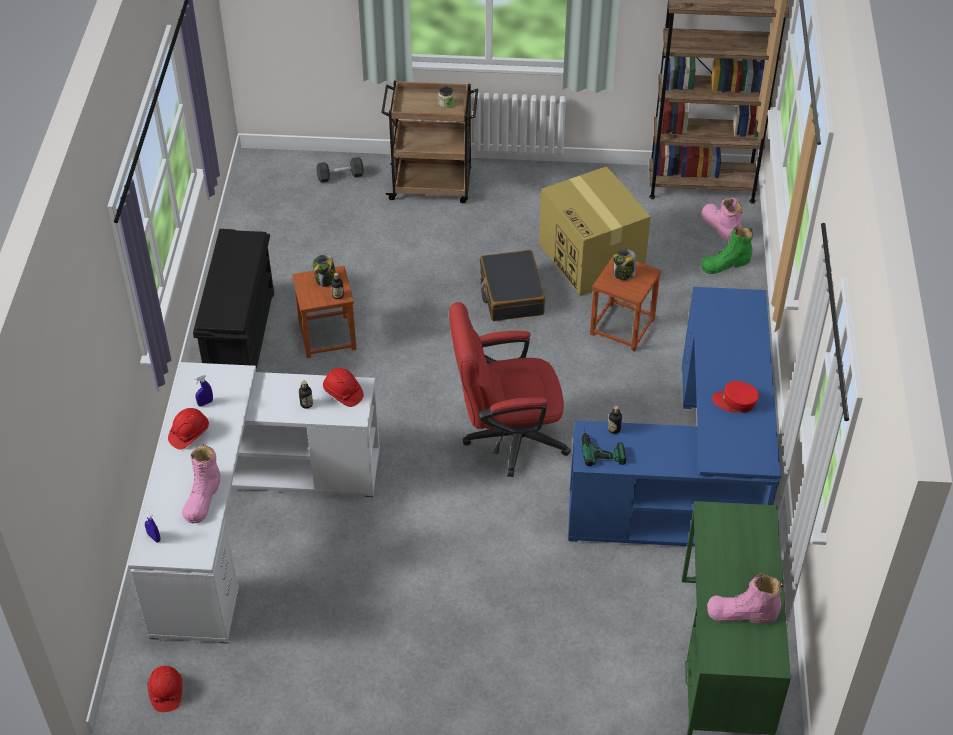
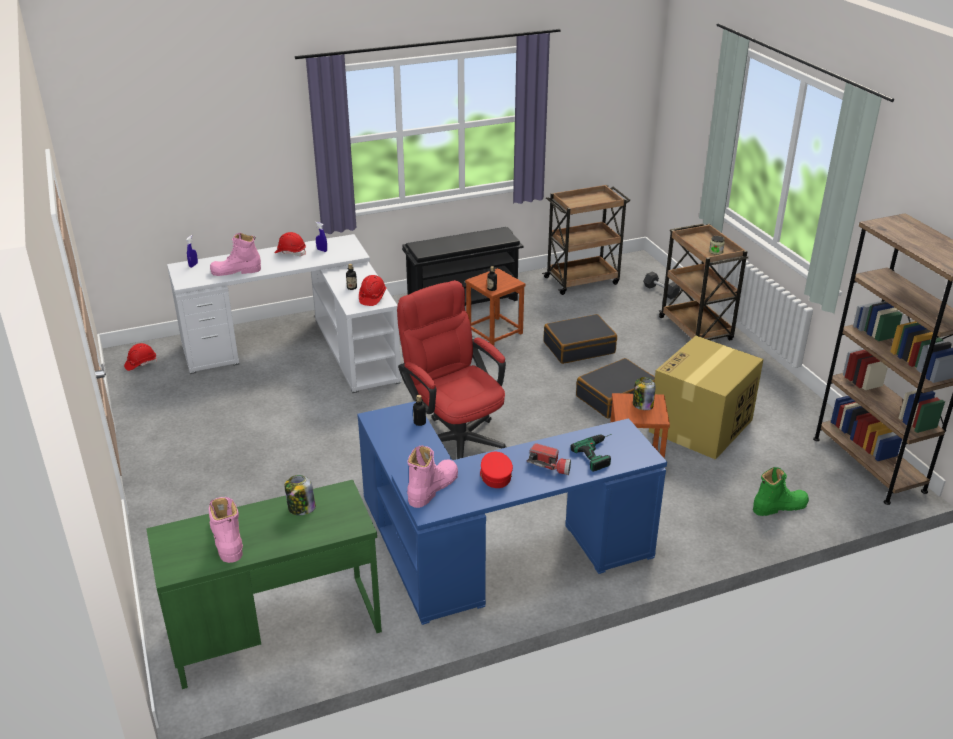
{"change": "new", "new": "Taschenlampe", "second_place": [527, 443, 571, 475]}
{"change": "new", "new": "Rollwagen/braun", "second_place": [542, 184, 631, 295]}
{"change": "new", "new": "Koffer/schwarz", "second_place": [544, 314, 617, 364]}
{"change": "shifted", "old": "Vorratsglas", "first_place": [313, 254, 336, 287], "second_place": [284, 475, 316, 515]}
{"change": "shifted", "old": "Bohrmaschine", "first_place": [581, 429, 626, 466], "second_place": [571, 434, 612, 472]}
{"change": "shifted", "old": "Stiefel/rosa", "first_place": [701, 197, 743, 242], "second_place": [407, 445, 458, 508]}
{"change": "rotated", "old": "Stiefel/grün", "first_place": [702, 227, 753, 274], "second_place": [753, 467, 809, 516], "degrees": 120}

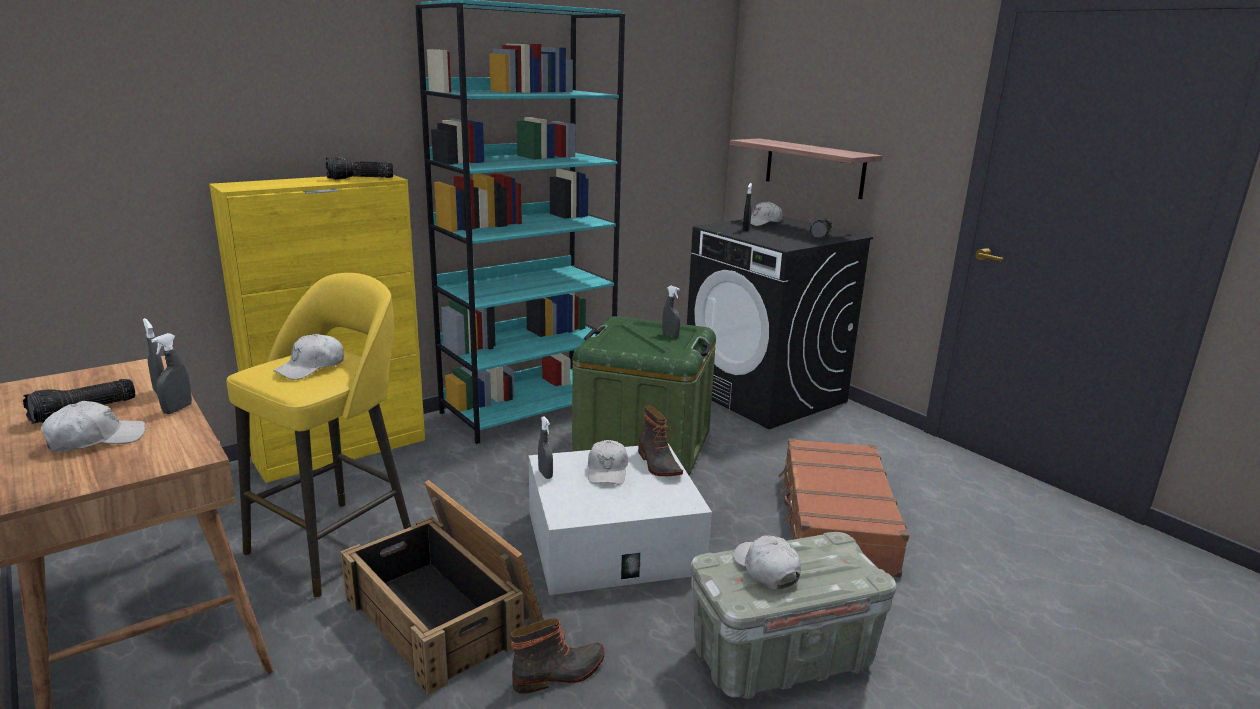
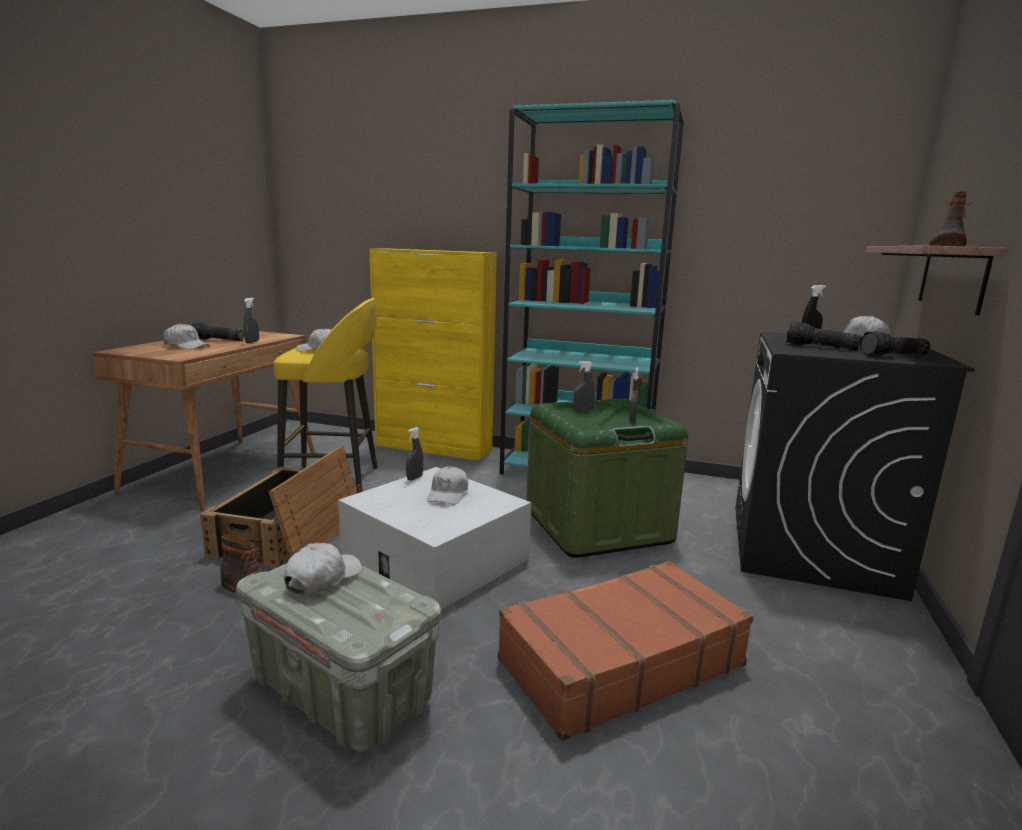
{"change": "shifted", "old": "Sprühflasche/grau", "first_place": [151, 333, 192, 414], "second_place": [573, 361, 595, 411]}
{"change": "shifted", "old": "Taschenlampe", "first_place": [326, 156, 393, 180], "second_place": [786, 322, 861, 350]}
{"change": "shifted", "old": "Stiefel", "first_place": [638, 405, 683, 476], "second_place": [929, 192, 972, 247]}
{"change": "rotated", "old": "Kappe/weiß", "first_place": [588, 440, 628, 485], "second_place": [427, 466, 468, 505], "degrees": -45}

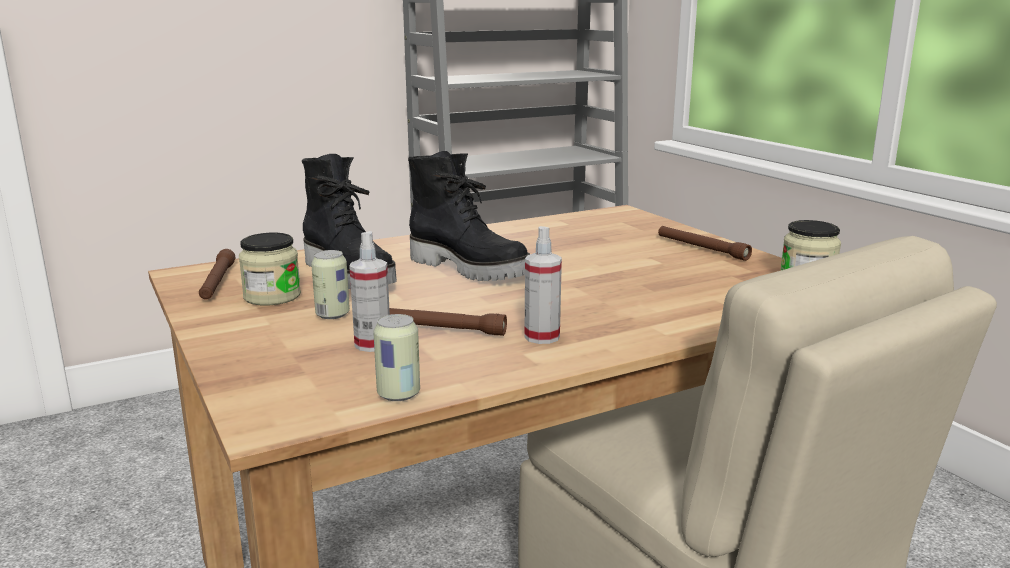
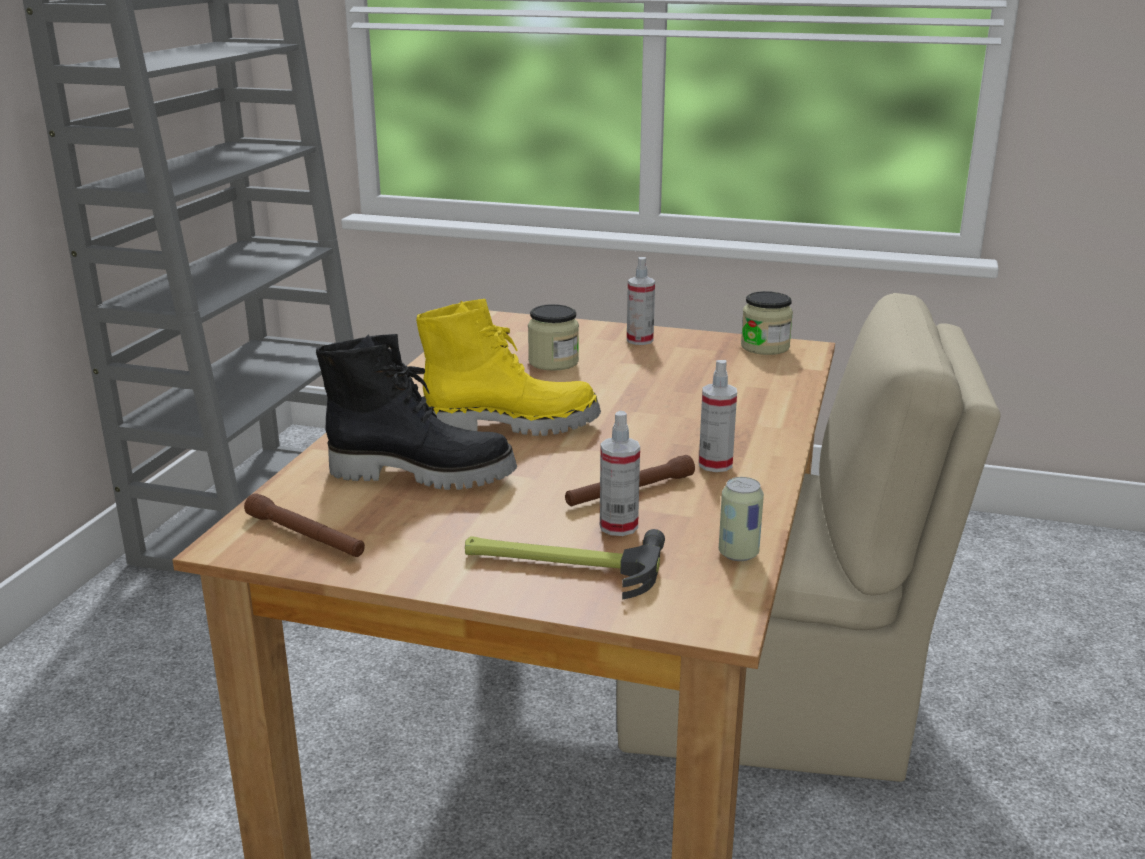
{"change": "gone", "old": "Dose", "first_place": [311, 250, 350, 319]}
{"change": "new", "new": "Hammer", "second_place": [465, 529, 665, 599]}
{"change": "shifted", "old": "Vorratsglas", "first_place": [239, 233, 301, 305], "second_place": [528, 304, 579, 371]}
{"change": "swapped", "old": "Taschenlampe/braun", "new": "Sprühflasche", "first_place": [658, 226, 752, 261], "second_place": [627, 257, 655, 345]}
{"change": "repainted", "old": "Stiefel/schwarz", "new": "Stiefel/gelb", "first_place": [408, 151, 530, 281], "second_place": [416, 299, 601, 436]}

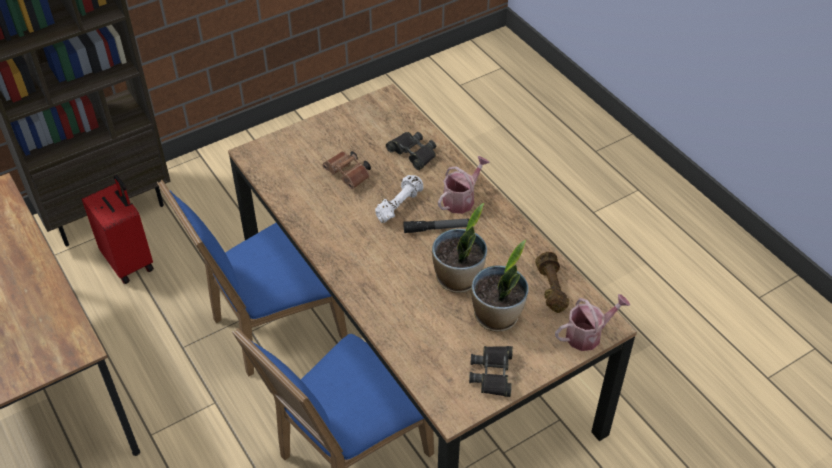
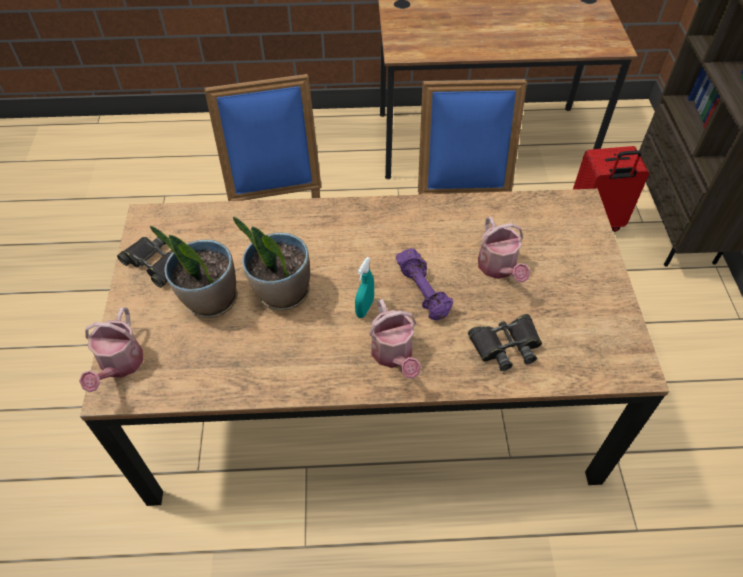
{"change": "gone", "old": "Hantel/braun", "first_place": [535, 252, 569, 313]}
{"change": "swapped", "old": "Fernglas/braun", "new": "Gießkanne", "first_place": [322, 151, 371, 189], "second_place": [478, 217, 530, 283]}
{"change": "swapped", "old": "Taschenlampe", "new": "Sprühflasche/türkis", "first_place": [403, 218, 470, 233], "second_place": [355, 257, 374, 318]}
{"change": "repainted", "old": "Hantel/weiß", "new": "Hantel/lila", "first_place": [375, 175, 423, 223], "second_place": [396, 248, 454, 320]}

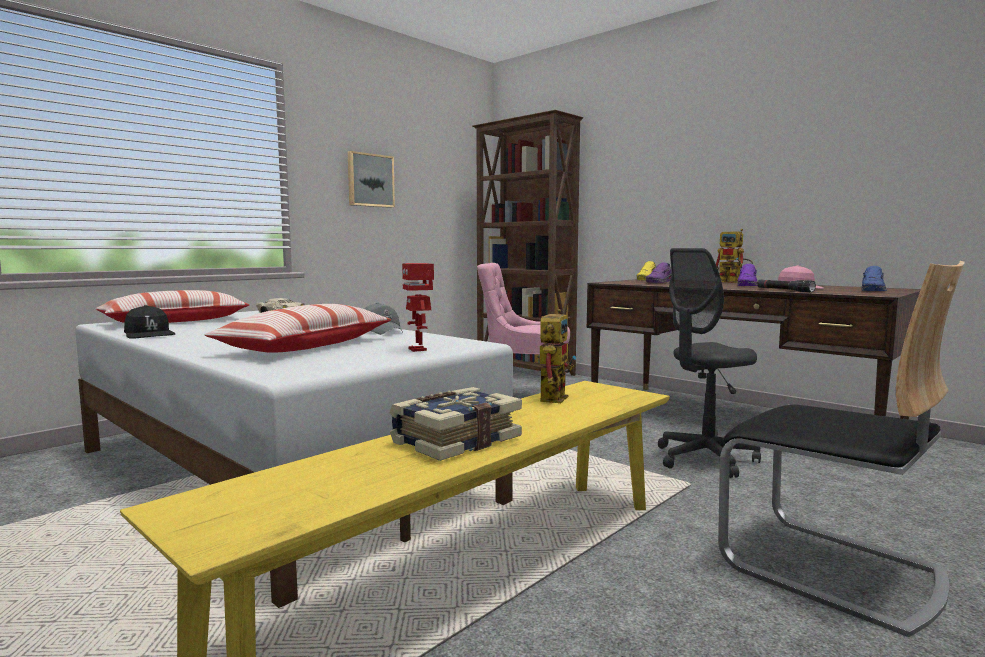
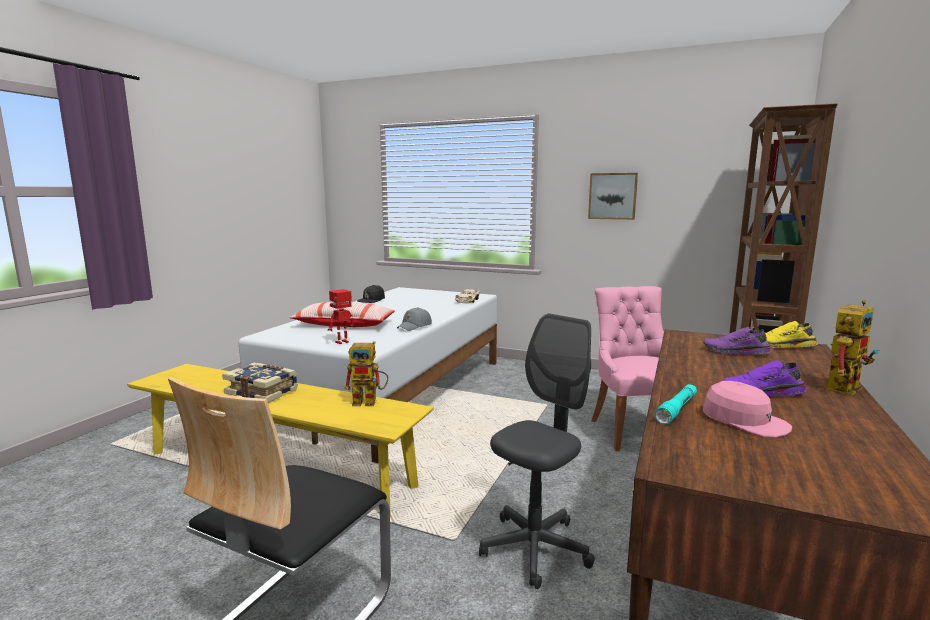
{"change": "gone", "old": "Kissen", "first_place": [96, 290, 249, 323]}
{"change": "gone", "old": "Schuh/blau", "first_place": [861, 266, 887, 291]}
{"change": "repainted", "old": "Taschenlampe/schwarz", "new": "Taschenlampe/türkis", "first_place": [757, 280, 816, 292], "second_place": [655, 384, 697, 424]}
{"change": "rotated", "old": "Bürostuhl/grau", "first_place": [658, 248, 761, 478], "second_place": [479, 313, 595, 589], "degrees": 90}
{"change": "rotated", "old": "Spielzeugroboter", "first_place": [716, 229, 753, 283], "second_place": [826, 300, 879, 396], "degrees": -150}

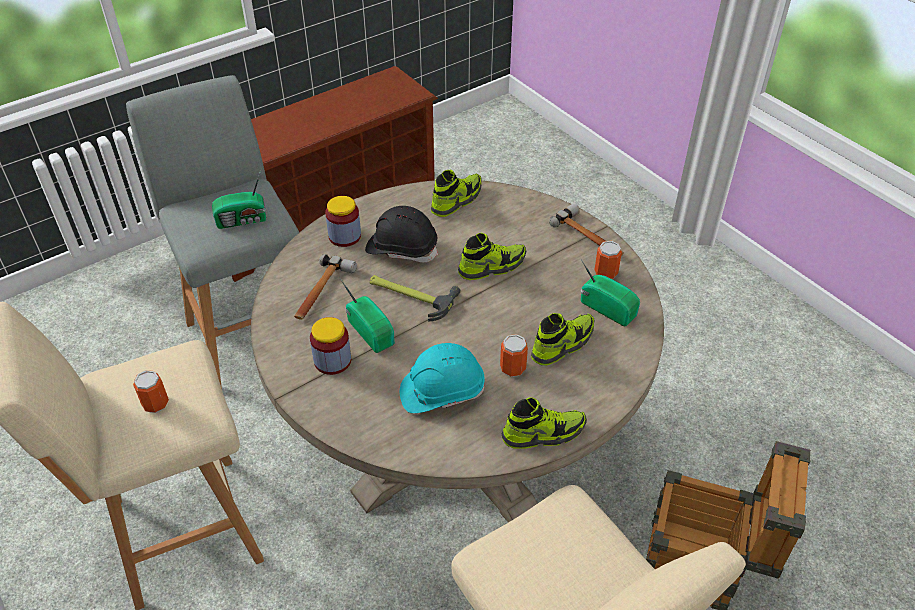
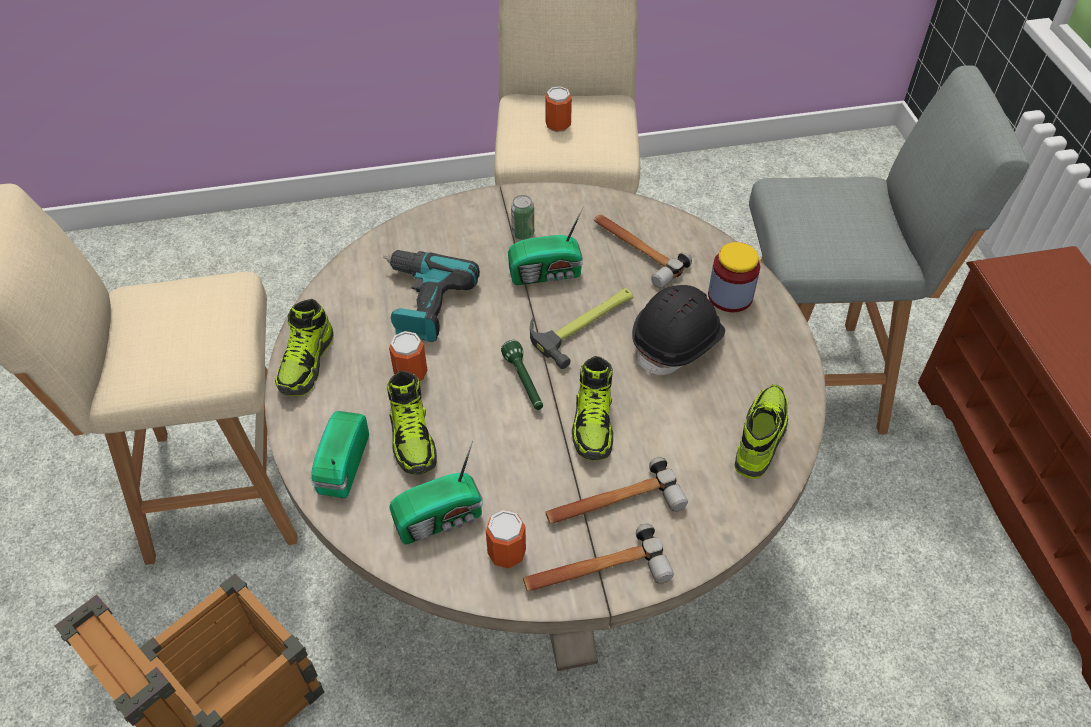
{"change": "new", "new": "Taschenlampe/grün", "second_place": [501, 340, 543, 410]}
{"change": "new", "new": "Hammer", "second_place": [545, 457, 688, 524]}
{"change": "shifted", "old": "Radio", "first_place": [212, 170, 266, 229], "second_place": [311, 411, 369, 498]}
{"change": "swapped", "old": "Vorratsglas", "new": "Dose", "first_place": [310, 317, 351, 375], "second_place": [511, 195, 534, 240]}
{"change": "swapped", "old": "Schutzhelm/türkis", "new": "Bohrmaschine", "first_place": [400, 343, 485, 413], "second_place": [383, 250, 480, 342]}
{"change": "rotated", "old": "Schuh", "first_place": [431, 170, 482, 217], "second_place": [734, 384, 788, 479], "degrees": -135}

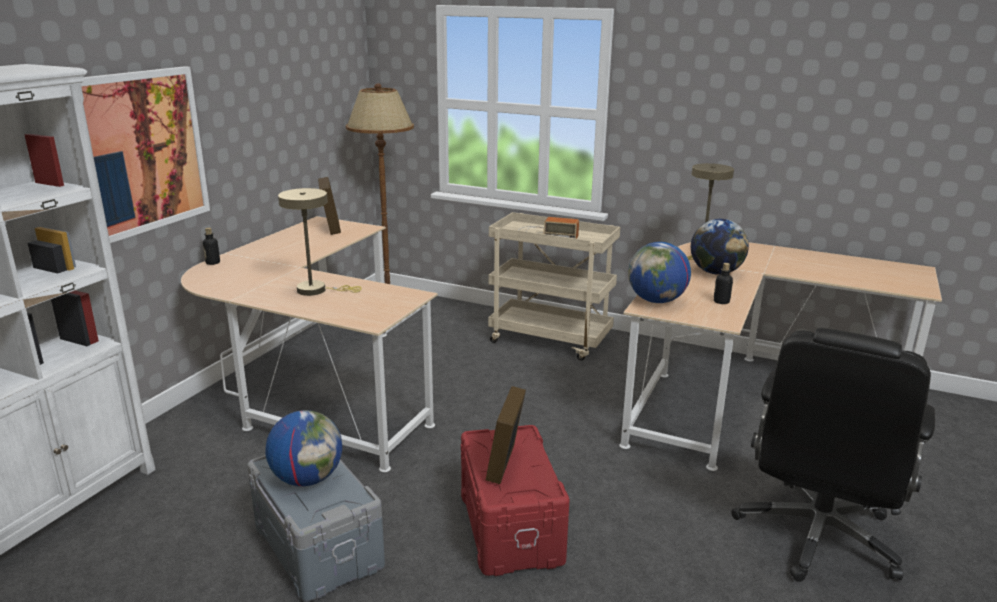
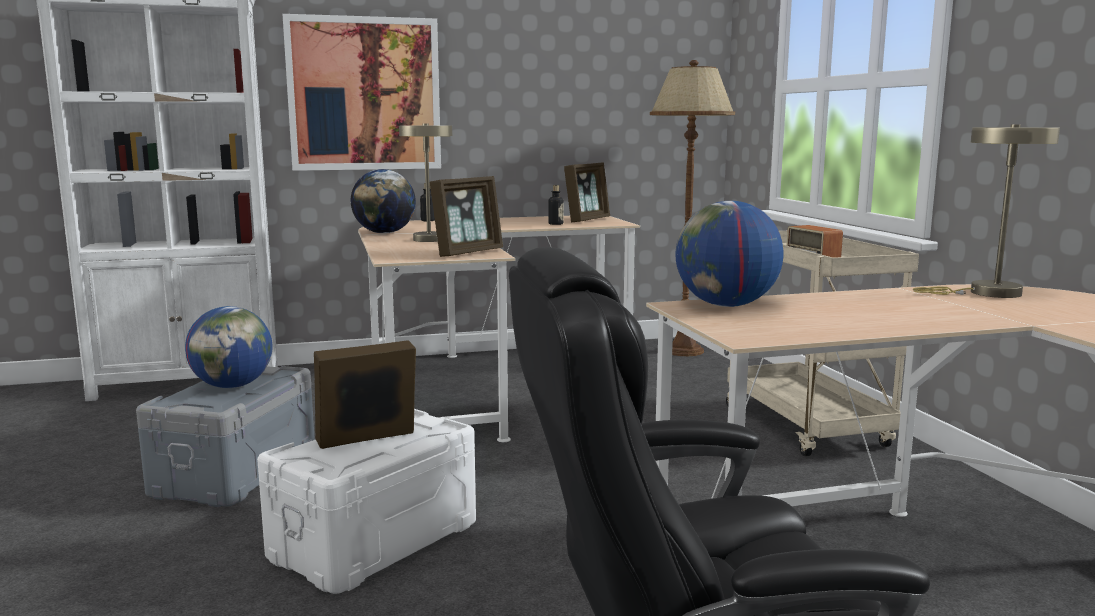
{"change": "new", "new": "Bilderrahmen", "second_place": [430, 176, 503, 257]}
{"change": "shifted", "old": "Globus", "first_place": [691, 219, 749, 275], "second_place": [351, 169, 416, 234]}
{"change": "shifted", "old": "Flasche", "first_place": [714, 263, 733, 304], "second_place": [548, 185, 564, 225]}
{"change": "repainted", "old": "Aufbewahrungsbox/rot", "new": "Aufbewahrungsbox/weiß", "first_place": [461, 425, 570, 576], "second_place": [257, 409, 476, 594]}

